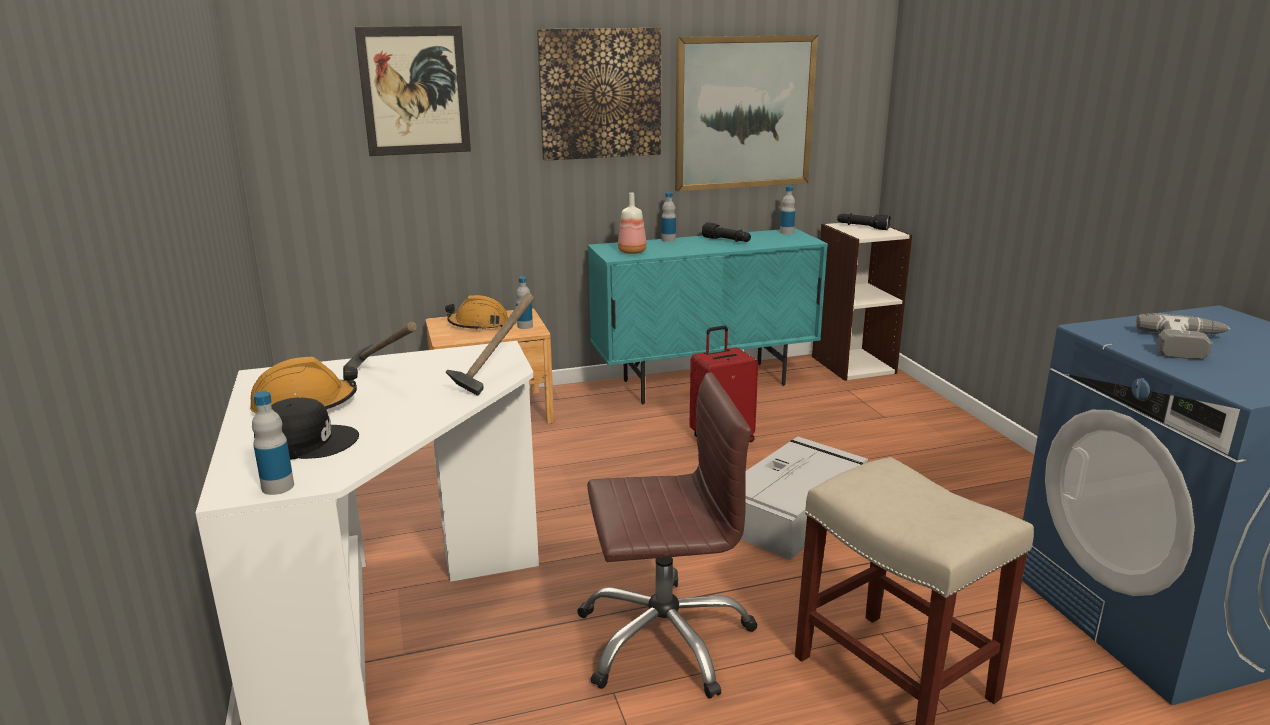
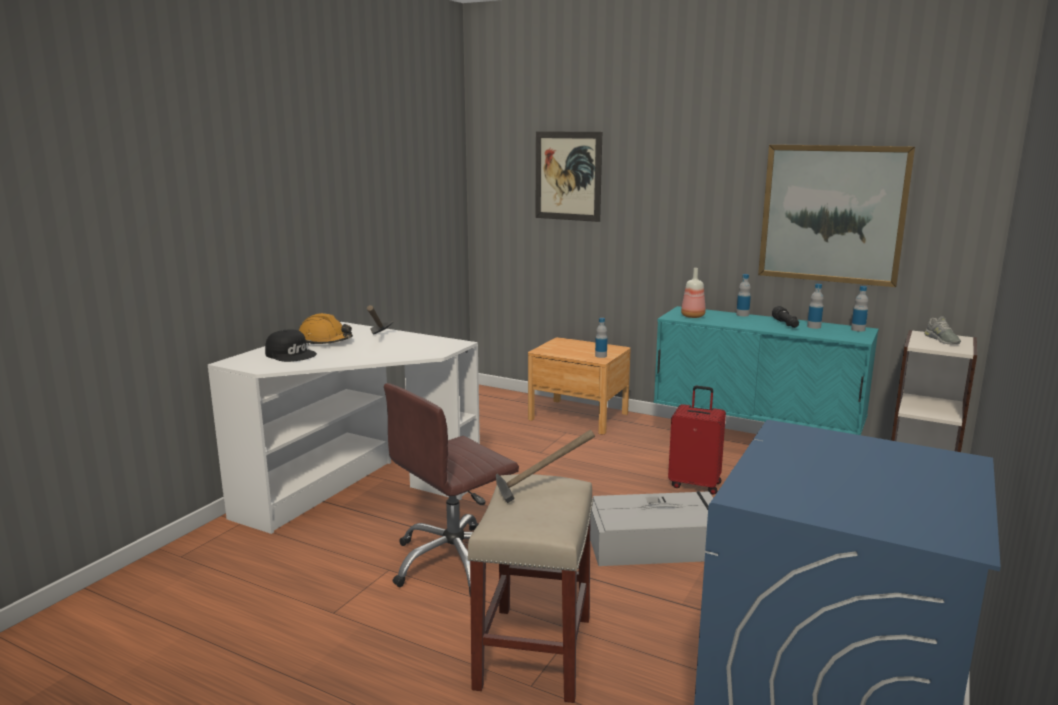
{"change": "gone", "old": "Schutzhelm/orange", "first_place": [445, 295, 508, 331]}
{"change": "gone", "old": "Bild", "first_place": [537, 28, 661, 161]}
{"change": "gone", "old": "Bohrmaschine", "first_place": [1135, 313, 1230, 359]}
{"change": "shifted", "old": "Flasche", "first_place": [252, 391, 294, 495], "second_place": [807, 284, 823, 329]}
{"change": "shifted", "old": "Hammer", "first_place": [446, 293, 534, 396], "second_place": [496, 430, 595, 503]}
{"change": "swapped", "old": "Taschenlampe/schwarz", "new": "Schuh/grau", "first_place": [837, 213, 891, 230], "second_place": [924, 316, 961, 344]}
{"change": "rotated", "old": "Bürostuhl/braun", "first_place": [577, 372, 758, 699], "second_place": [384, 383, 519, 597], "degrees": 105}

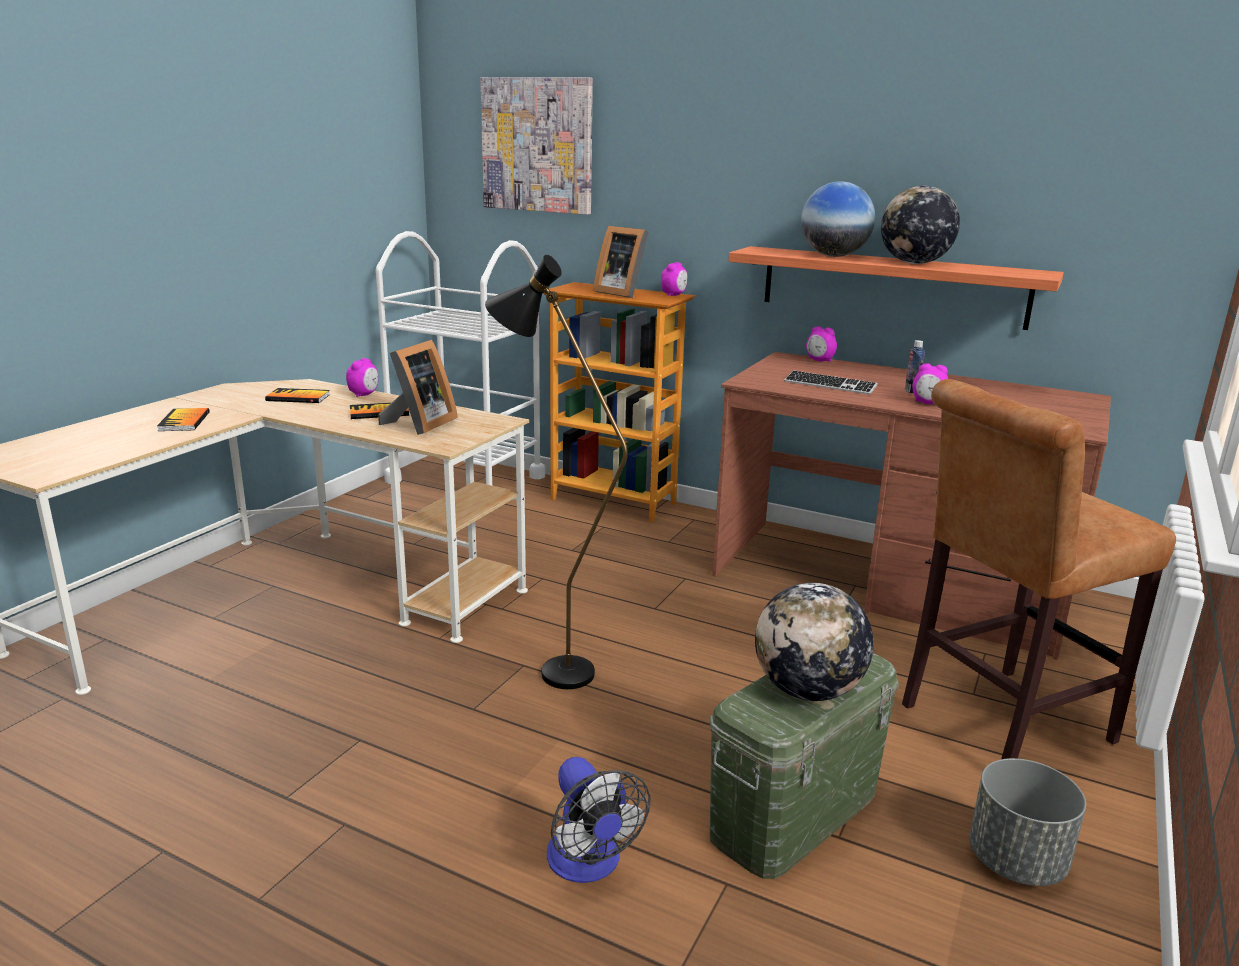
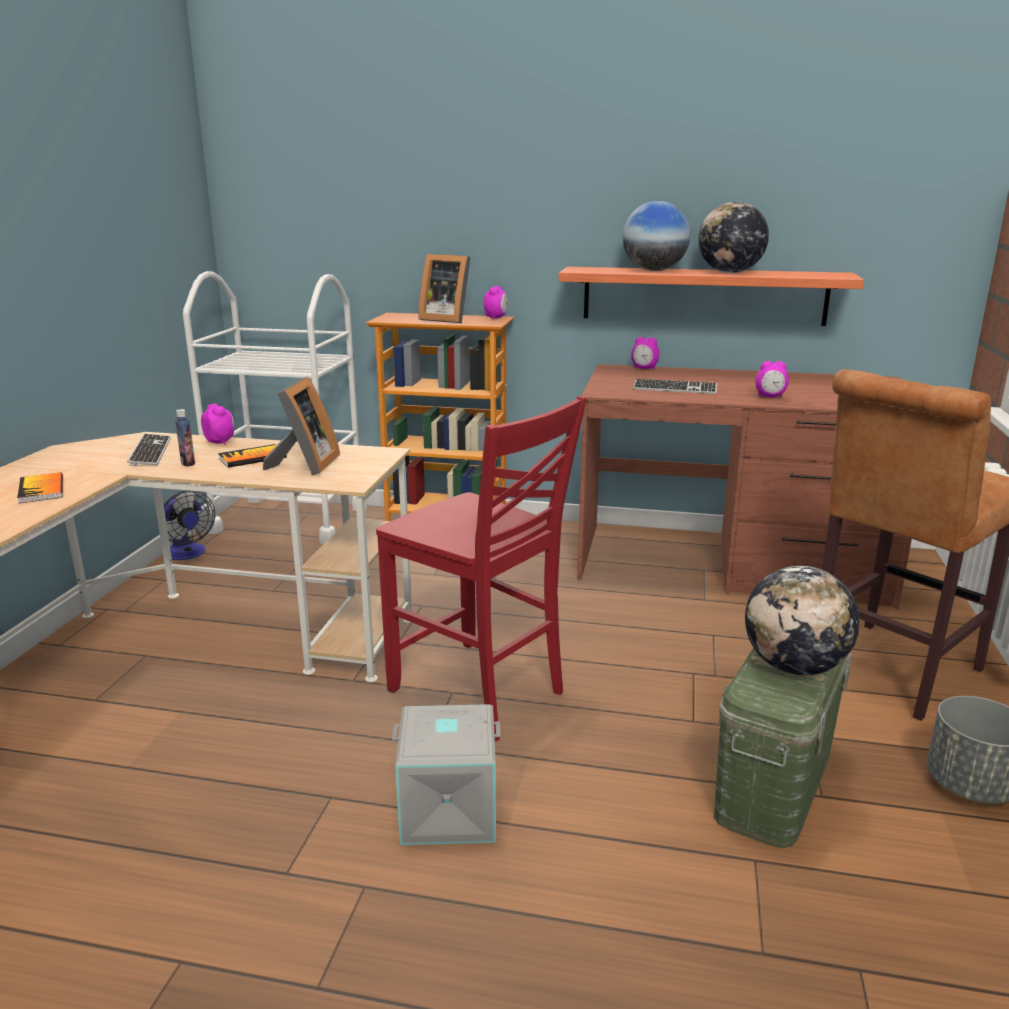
{"change": "gone", "old": "Bild", "first_place": [480, 77, 593, 215]}
{"change": "new", "new": "Aufbewahrungsbox/grau", "second_place": [392, 704, 501, 845]}
{"change": "shifted", "old": "Ventilator", "first_place": [547, 757, 650, 883], "second_place": [164, 490, 215, 560]}
{"change": "shifted", "old": "Flasche", "first_place": [905, 340, 925, 394], "second_place": [175, 409, 195, 467]}
{"change": "swapped", "old": "Buch", "new": "Tastatur", "first_place": [265, 388, 330, 403], "second_place": [127, 434, 171, 466]}
{"change": "swapped", "old": "Stehlampe/schwarz", "new": "Stuhl/rot", "first_place": [485, 255, 628, 689], "second_place": [376, 395, 587, 741]}
{"change": "rotated", "old": "Wecker", "first_place": [346, 358, 378, 397], "second_place": [201, 404, 234, 444], "degrees": -45}

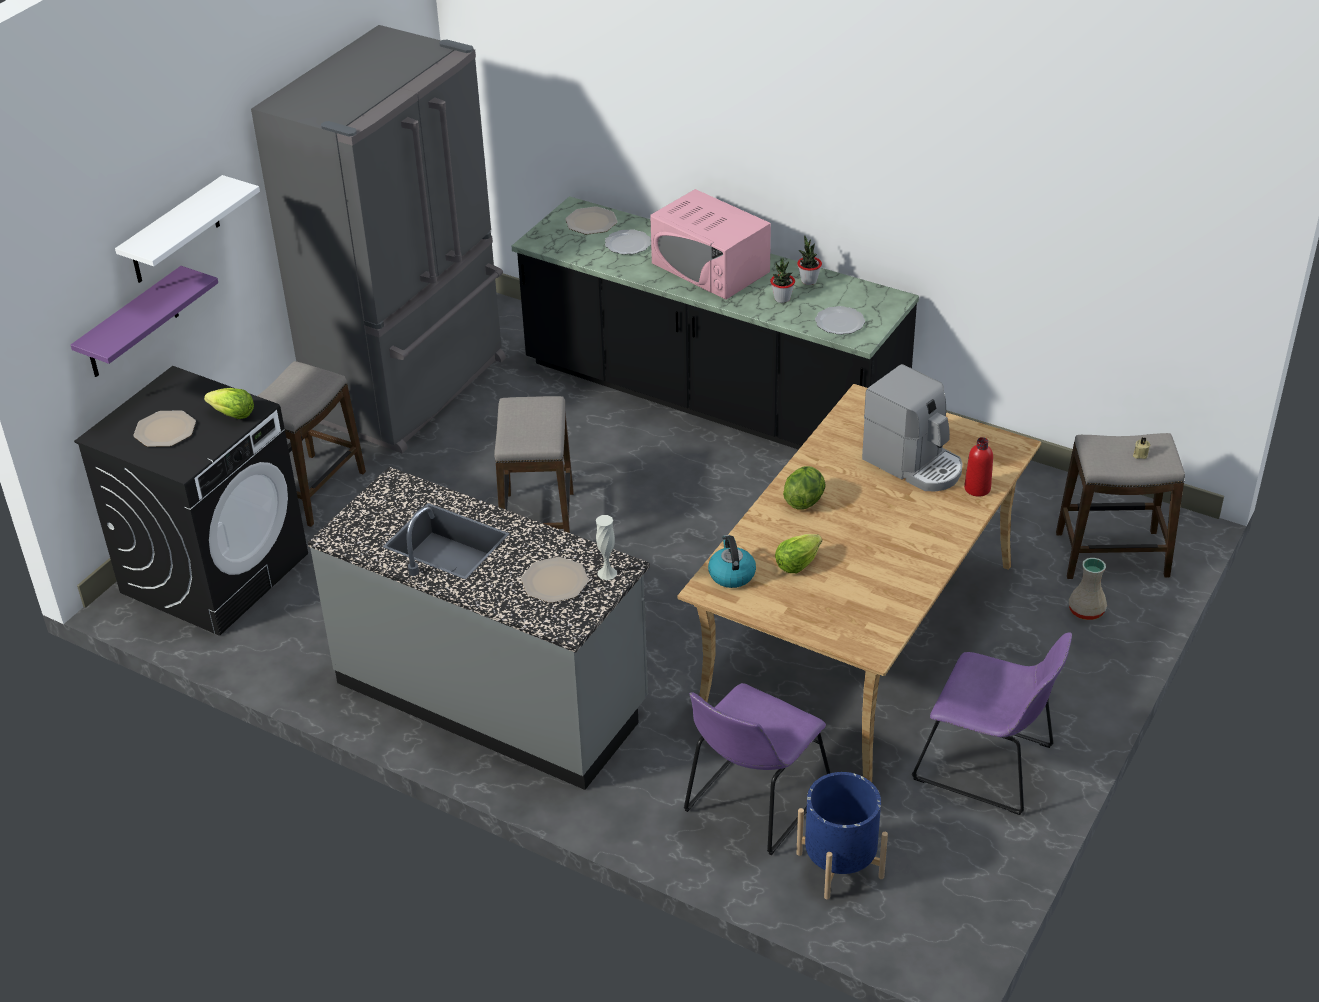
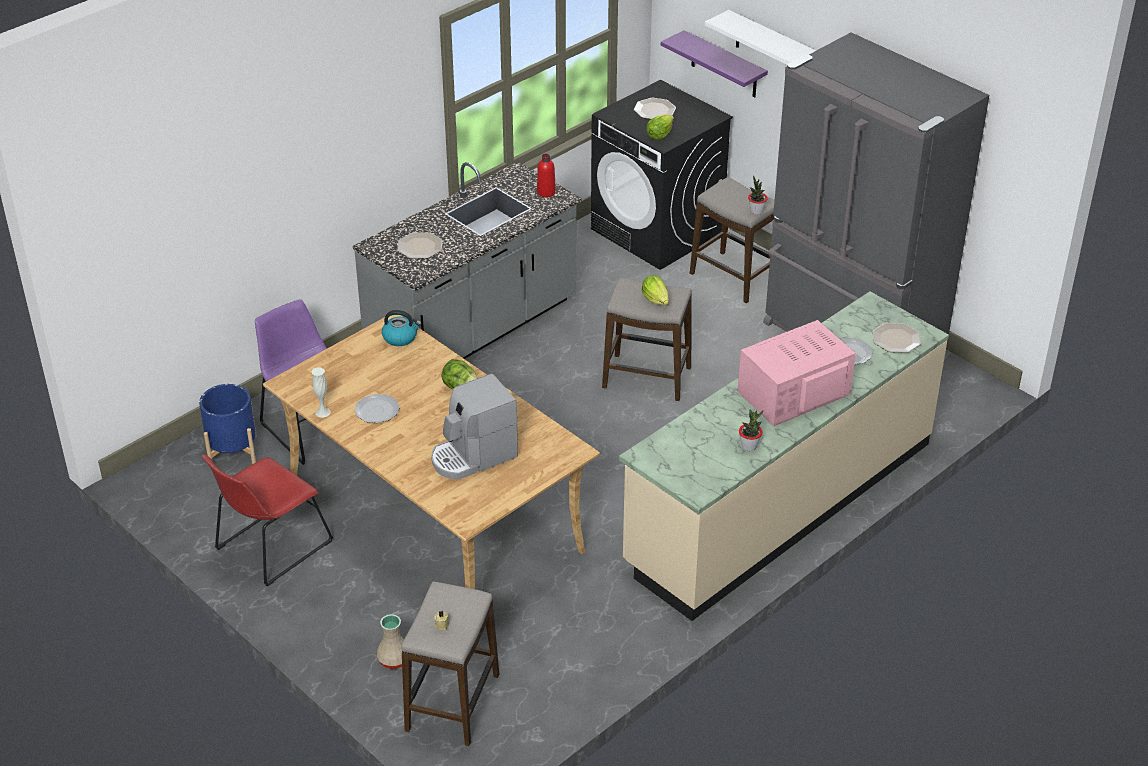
{"change": "shifted", "old": "Vase/weiß", "first_place": [596, 515, 617, 580], "second_place": [311, 367, 331, 418]}
{"change": "shifted", "old": "Topfpflanze", "first_place": [770, 258, 795, 303], "second_place": [748, 176, 768, 215]}
{"change": "shifted", "old": "Salatkopf", "first_place": [775, 534, 822, 573], "second_place": [642, 275, 669, 305]}
{"change": "shifted", "old": "Teller", "first_place": [815, 306, 865, 335], "second_place": [354, 394, 400, 423]}
{"change": "shifted", "old": "Flasche/rot", "first_place": [964, 437, 993, 497], "second_place": [537, 154, 556, 197]}
{"change": "repainted", "old": "Küchenzeile/schwarz", "new": "Küchenzeile/beige", "first_place": [512, 196, 919, 450], "second_place": [619, 291, 949, 621]}
{"change": "repainted", "old": "Stuhl/lila", "new": "Stuhl/rot", "first_place": [912, 632, 1072, 815], "second_place": [202, 455, 333, 587]}

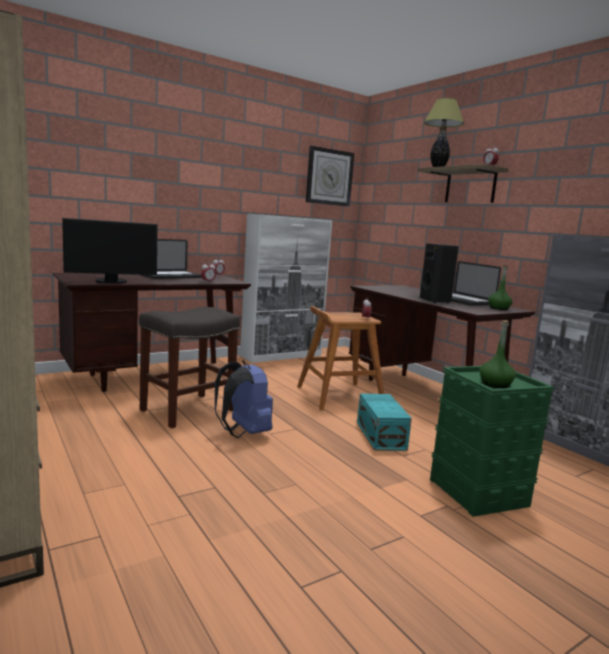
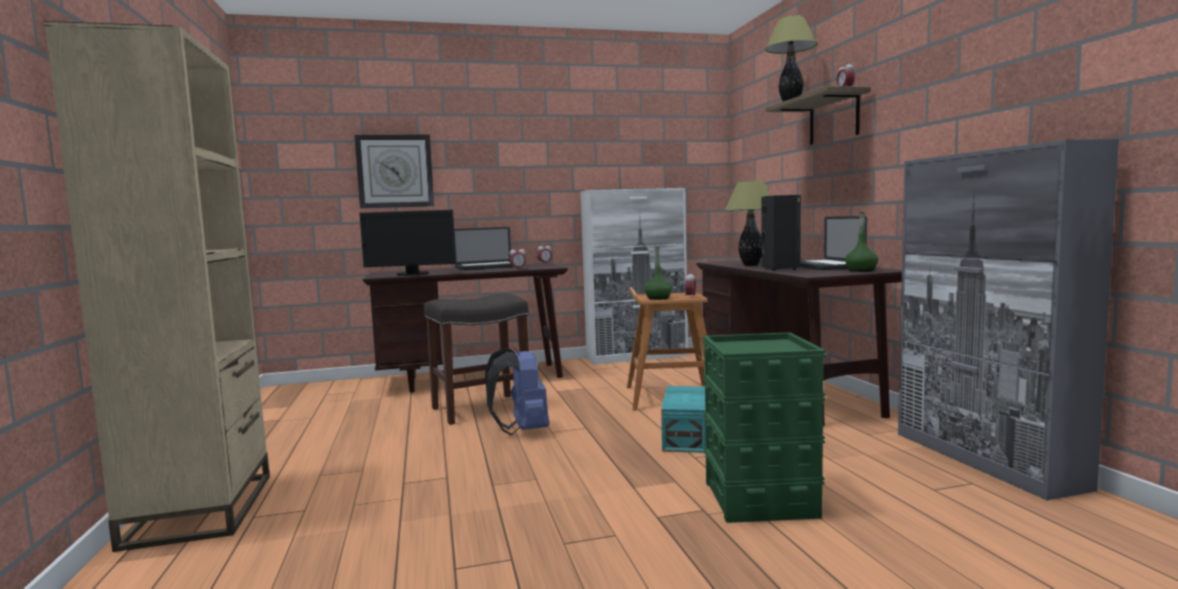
{"change": "new", "new": "Tischlampe", "second_place": [725, 180, 771, 266]}
{"change": "shifted", "old": "Wanduhr", "first_place": [306, 146, 355, 207], "second_place": [354, 134, 434, 208]}
{"change": "shifted", "old": "Flasche/grün", "first_place": [479, 320, 516, 388], "second_place": [644, 246, 672, 300]}

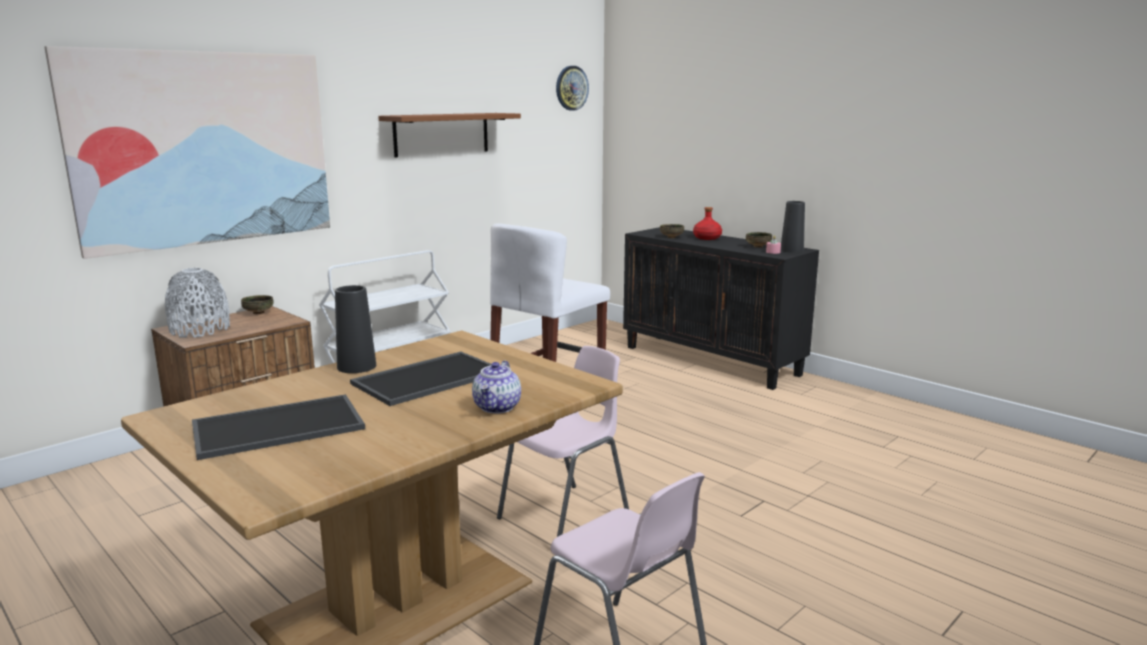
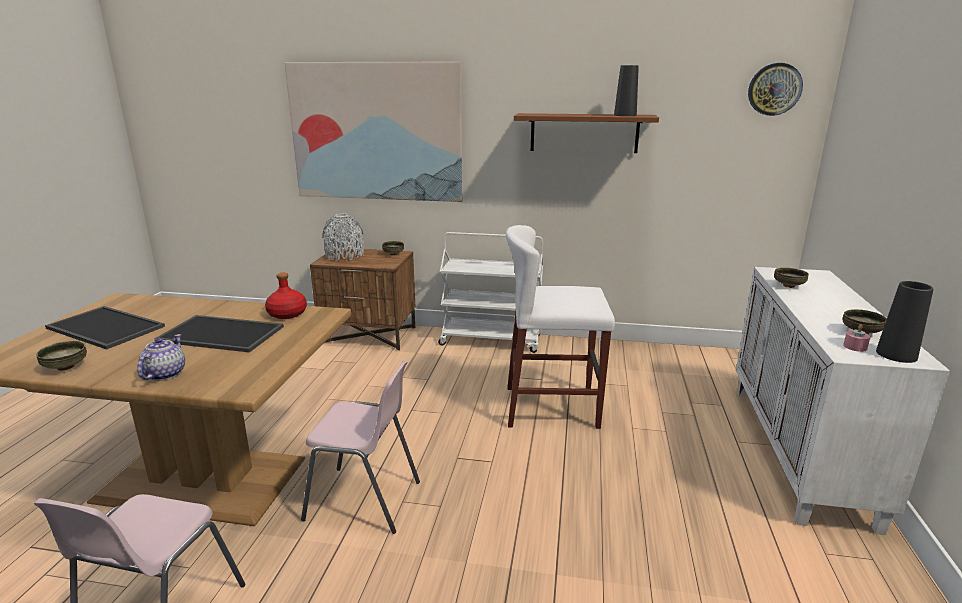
{"change": "new", "new": "Schüssel", "second_place": [36, 341, 87, 371]}
{"change": "shifted", "old": "Vase/schwarz", "first_place": [335, 285, 376, 373], "second_place": [614, 65, 639, 116]}
{"change": "shifted", "old": "Flasche/rot", "first_place": [693, 207, 722, 240], "second_place": [265, 273, 307, 319]}
{"change": "repainted", "old": "Schrank/schwarz", "new": "Schrank/weiß", "first_place": [623, 227, 819, 390], "second_place": [736, 267, 950, 535]}
{"change": "rotated", "old": "Teekanne", "first_place": [472, 361, 521, 413], "second_place": [137, 334, 185, 381], "degrees": 120}

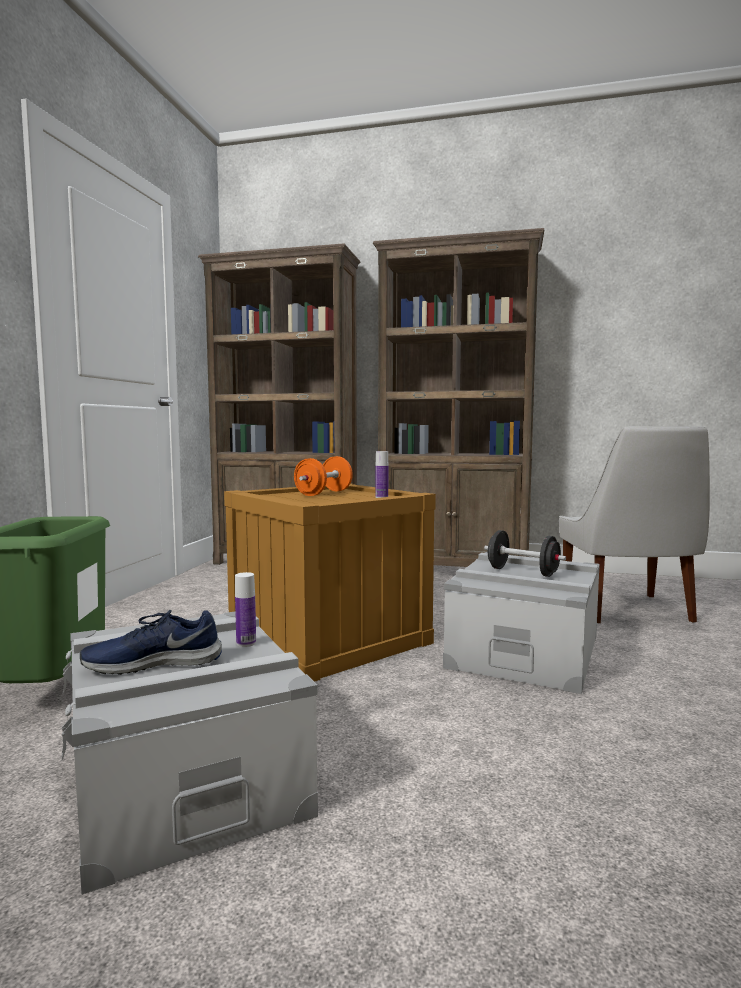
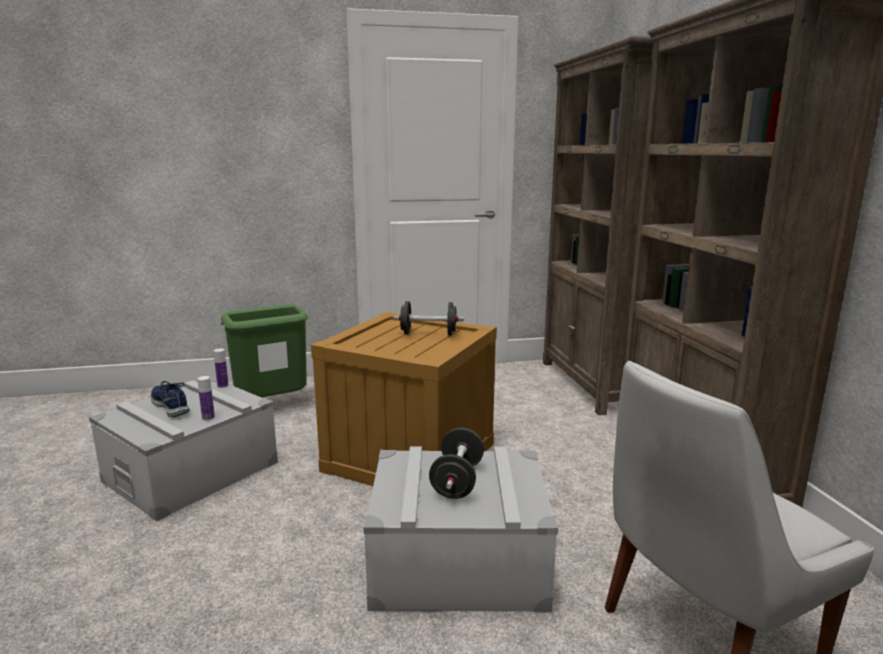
{"change": "shifted", "old": "Flasche", "first_place": [376, 451, 388, 498], "second_place": [214, 349, 228, 388]}
{"change": "repainted", "old": "Hantel/orange", "new": "Hantel/schwarz", "first_place": [294, 456, 353, 496], "second_place": [394, 301, 464, 336]}

